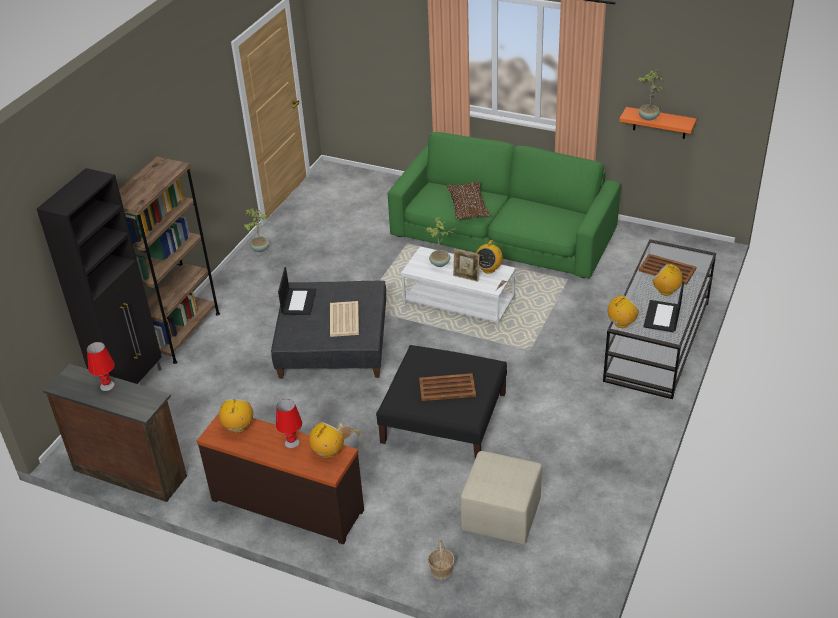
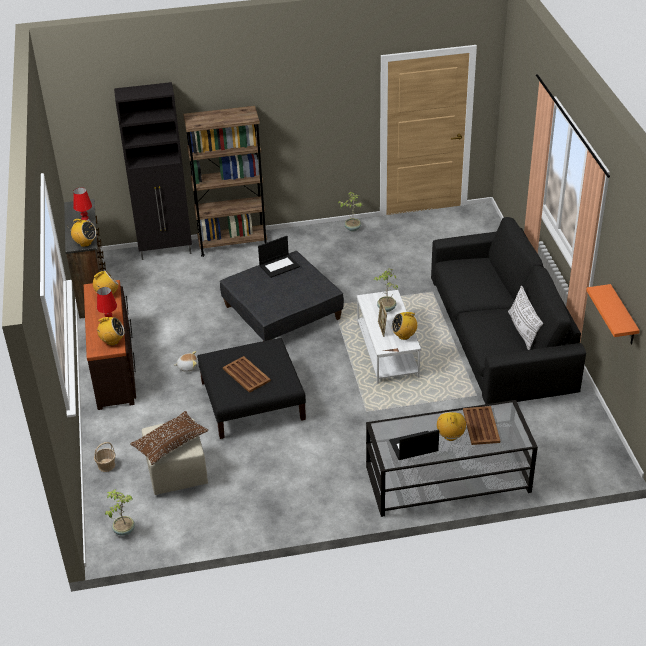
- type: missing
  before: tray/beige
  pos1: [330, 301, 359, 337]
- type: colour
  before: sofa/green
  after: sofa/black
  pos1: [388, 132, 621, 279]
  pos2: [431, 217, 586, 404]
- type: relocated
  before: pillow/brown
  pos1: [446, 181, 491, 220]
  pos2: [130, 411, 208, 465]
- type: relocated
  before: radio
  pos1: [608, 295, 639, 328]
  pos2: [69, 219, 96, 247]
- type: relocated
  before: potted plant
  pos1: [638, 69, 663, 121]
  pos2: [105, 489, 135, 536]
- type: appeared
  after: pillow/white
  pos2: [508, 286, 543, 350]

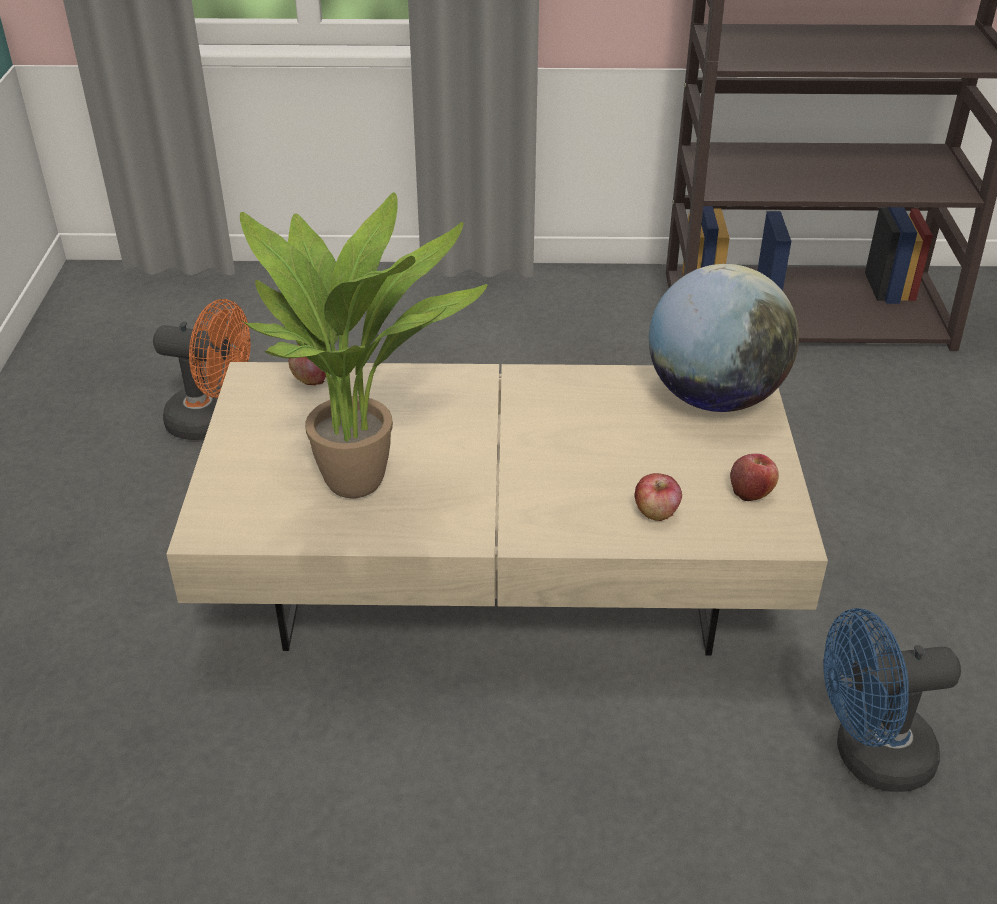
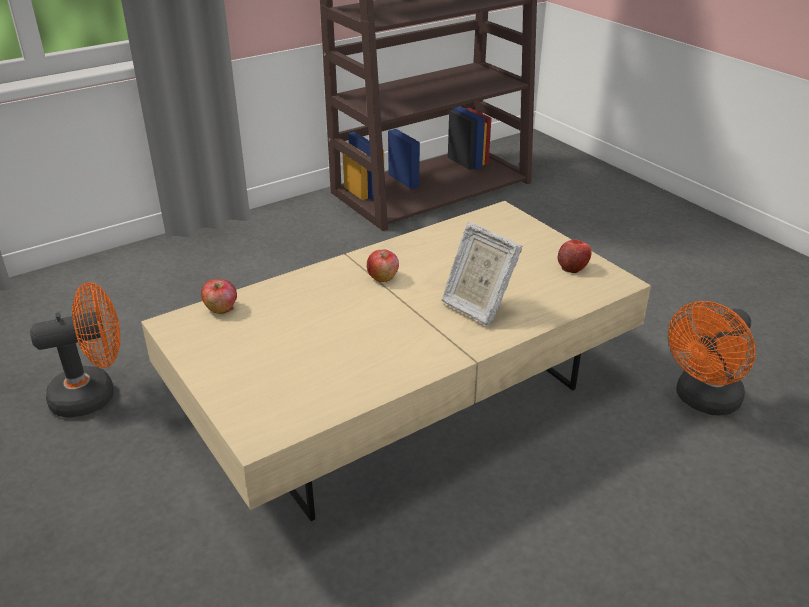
- type: missing
  before: potted plant
  pos1: [240, 192, 488, 498]
- type: relocated
  before: apple
  pos1: [634, 473, 682, 521]
  pos2: [367, 249, 399, 282]
- type: missing
  before: globe
  pos1: [649, 264, 799, 412]
- type: colour
  before: fan/blue
  after: fan/orange
  pos1: [823, 608, 961, 792]
  pos2: [668, 301, 756, 416]
- type: appeared
  after: picture frame
  pos2: [442, 222, 522, 326]

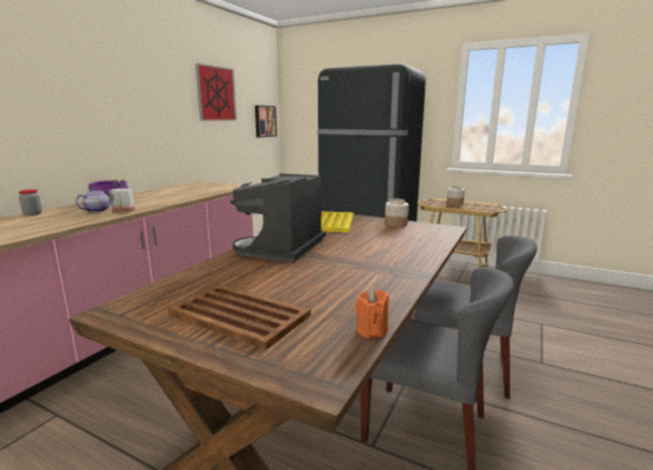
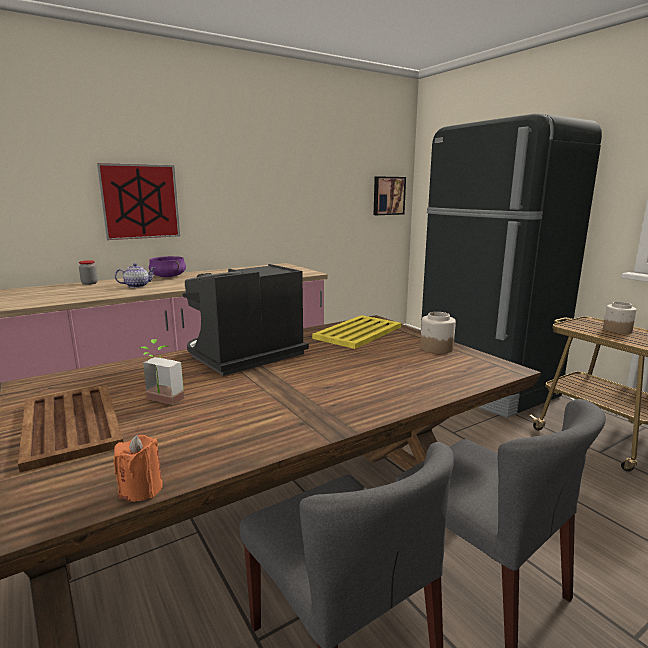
- type: relocated
  before: potted plant
  pos1: [109, 177, 135, 212]
  pos2: [140, 339, 184, 405]
- type: relocated
  before: picture
  pos1: [195, 63, 237, 121]
  pos2: [97, 163, 180, 240]

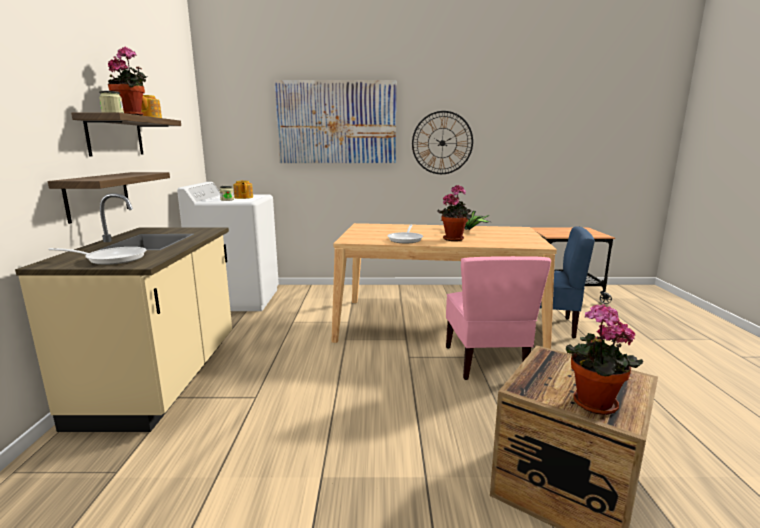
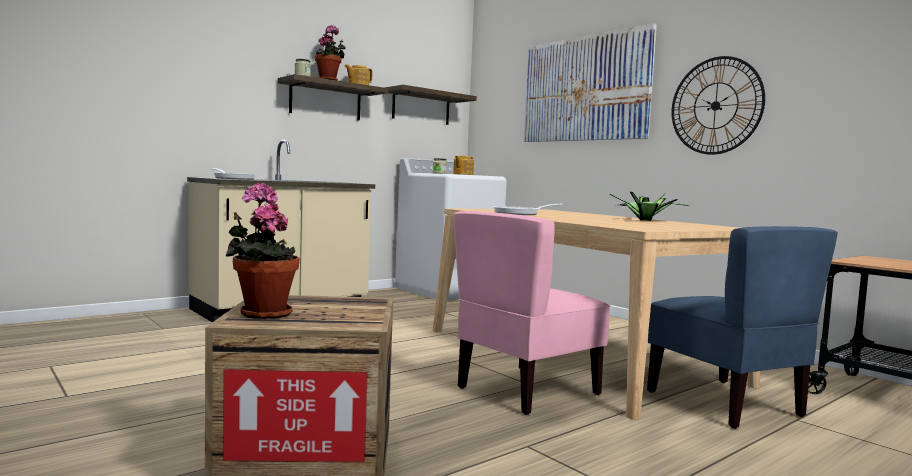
- type: relocated
  before: shelf
  pos1: [48, 172, 170, 224]
  pos2: [384, 85, 477, 125]
- type: missing
  before: potted plant
  pos1: [438, 185, 472, 241]

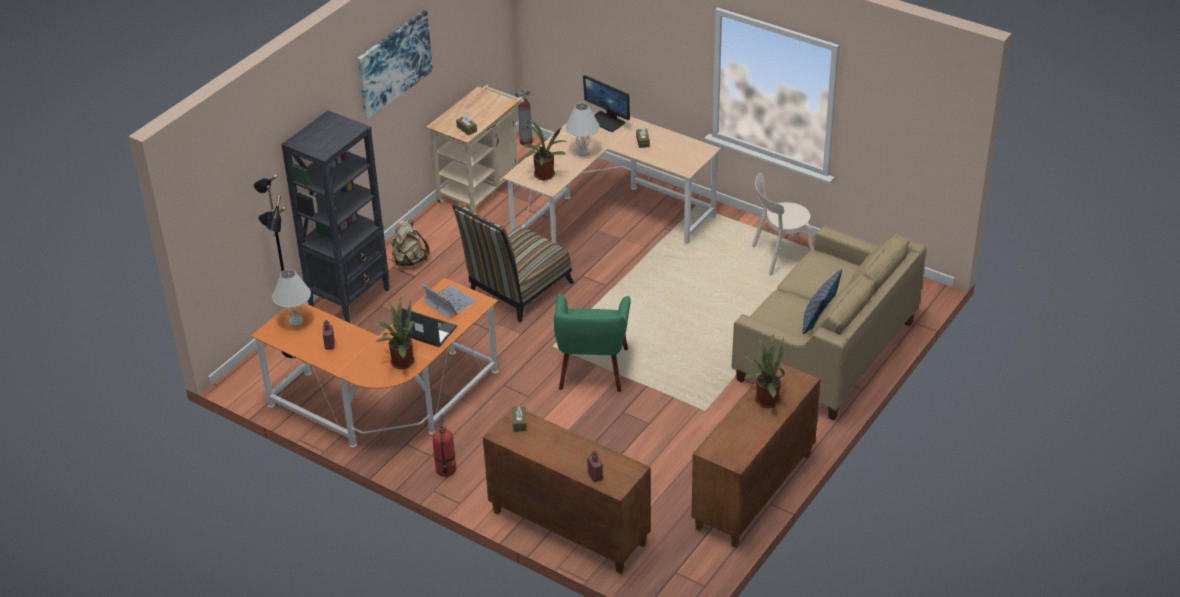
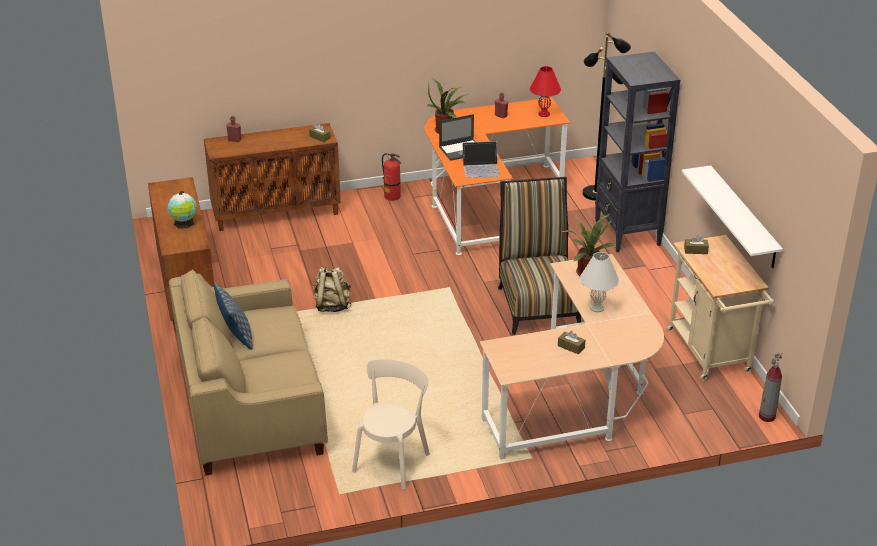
- type: colour
  before: table lamp/white
  after: table lamp/red
  pos1: [272, 269, 311, 326]
  pos2: [530, 66, 561, 117]
- type: missing
  before: picture
  pos1: [357, 10, 433, 120]
- type: relocated
  before: backpack/beige
  pos1: [391, 220, 430, 266]
  pos2: [313, 267, 351, 312]
- type: missing
  before: armchair/green
  pos1: [554, 294, 631, 392]
- type: missing
  before: monitor
  pos1: [583, 75, 630, 132]
- type: exchanged
  before: potted plant
  after: globe
  pos1: [742, 333, 785, 408]
  pos2: [168, 191, 197, 229]
- type: appeared
  after: shelf/white
  pos2: [682, 165, 783, 268]

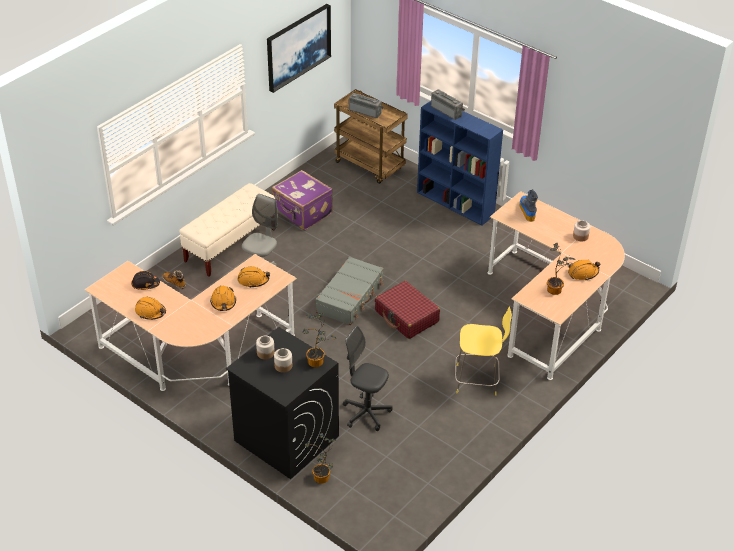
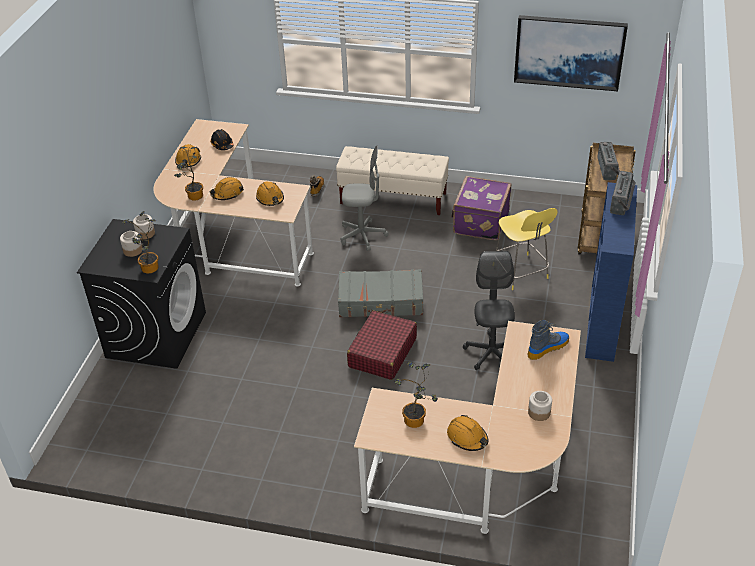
- type: relocated
  before: potted plant
  pos1: [305, 433, 336, 484]
  pos2: [174, 146, 203, 200]
- type: relocated
  before: office chair/grey
  pos1: [343, 326, 393, 431]
  pos2: [463, 251, 515, 370]
- type: relocated
  before: stool/yellow
  pos1: [455, 306, 512, 396]
  pos2: [496, 208, 558, 290]

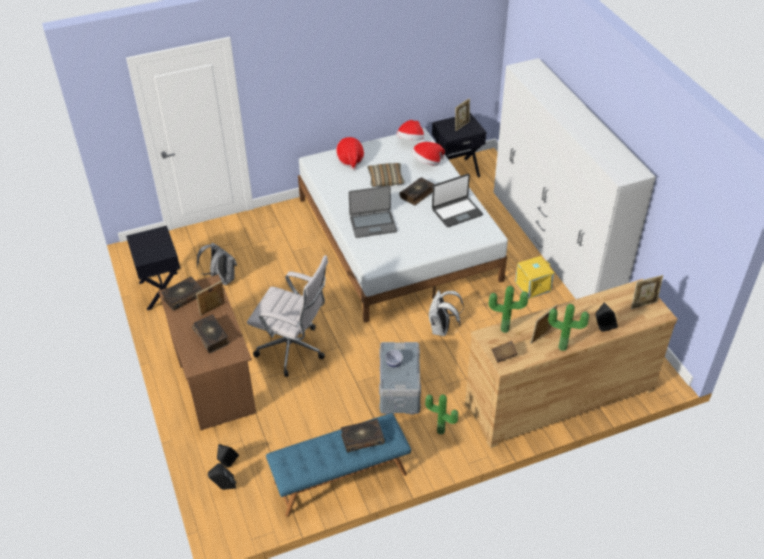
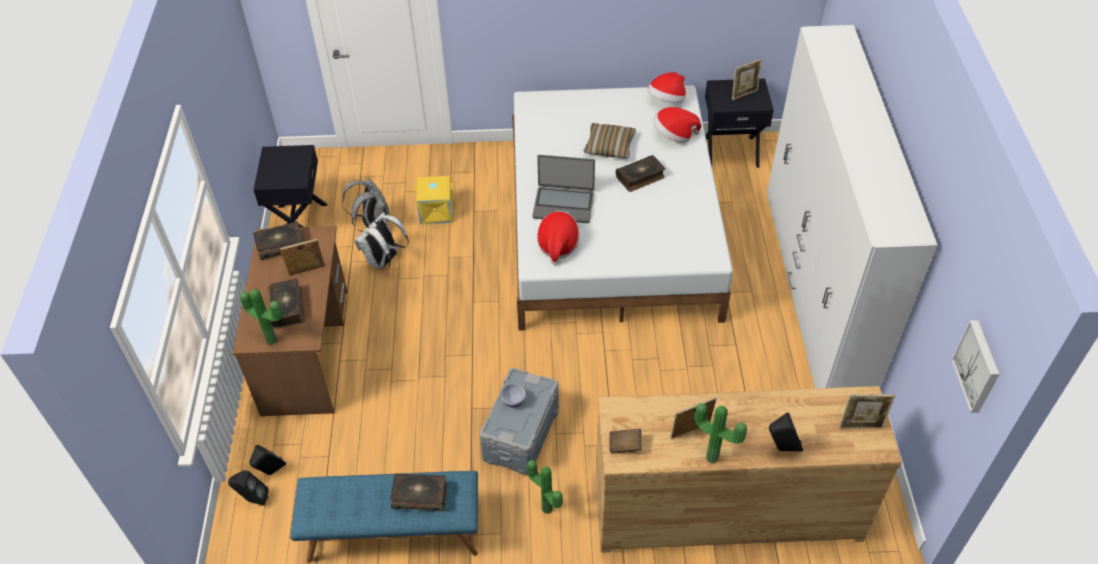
- type: missing
  before: office chair/white
  pos1: [247, 255, 328, 377]
- type: relocated
  before: hat
  pos1: [336, 137, 364, 170]
  pos2: [537, 211, 580, 265]
- type: relocated
  before: backpack/white
  pos1: [428, 290, 464, 336]
  pos2: [355, 212, 409, 269]
- type: missing
  before: laptop
  pos1: [432, 174, 483, 227]
- type: relocated
  before: potted plant
  pos1: [489, 286, 528, 333]
  pos2: [240, 289, 283, 345]
- type: relocated
  before: storage box/yellow
  pos1: [515, 256, 554, 299]
  pos2: [414, 176, 453, 224]
- type: appeared
  after: picture
  pos2: [952, 320, 999, 413]

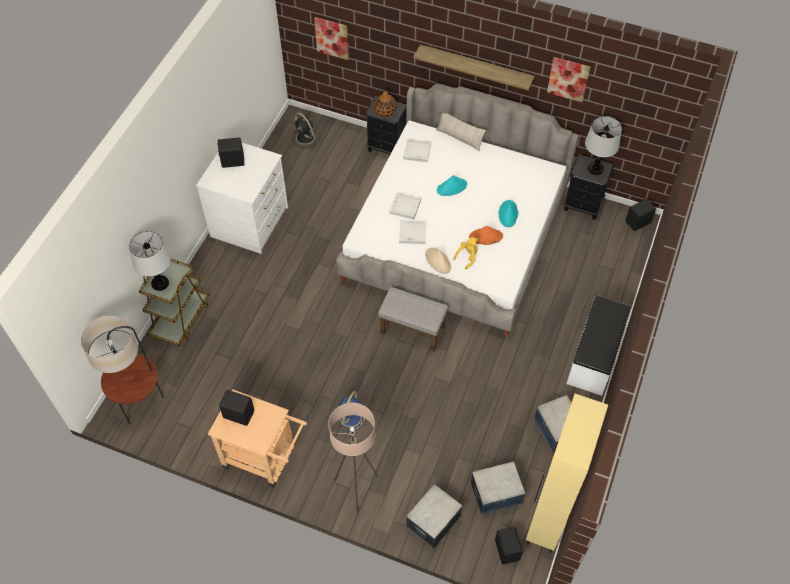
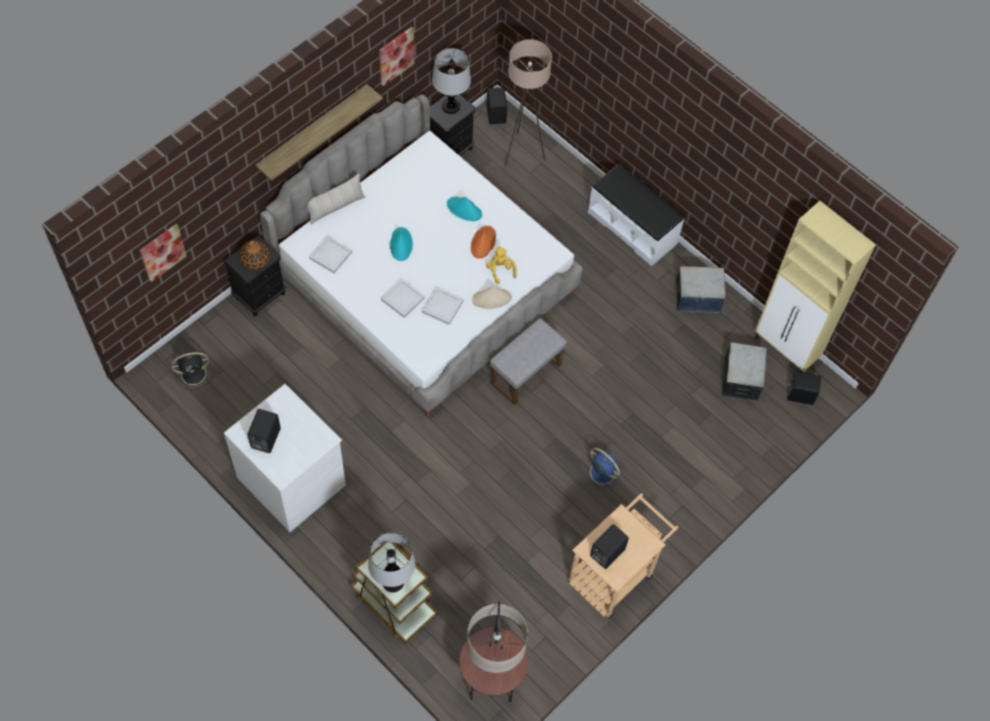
- type: relocated
  before: floor lamp/beige
  pos1: [328, 403, 378, 514]
  pos2: [505, 39, 552, 166]
- type: missing
  before: storage box
  pos1: [406, 484, 463, 549]

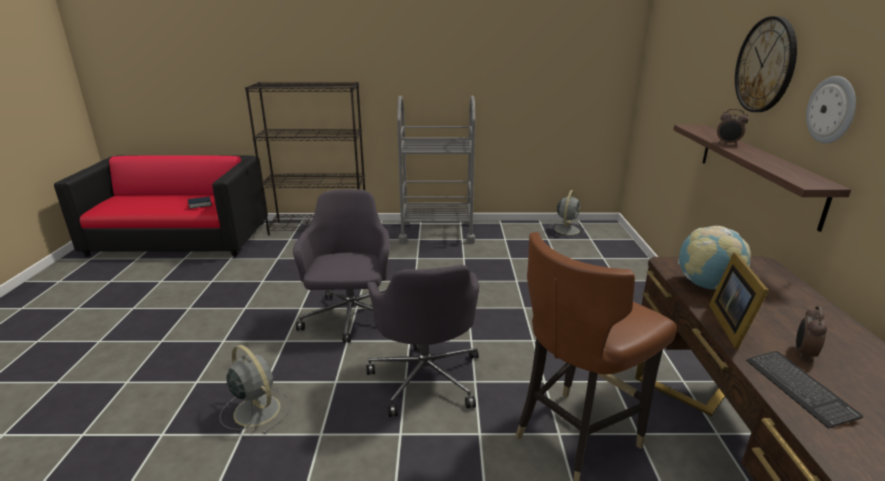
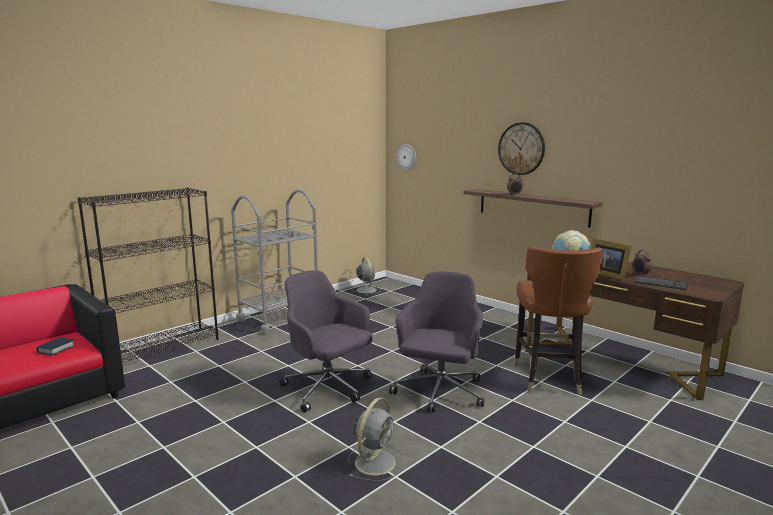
- type: spun
  before: fan/grey
  pos1: [220, 345, 291, 435]
  pos2: [348, 398, 405, 481]
  turn: 120
- type: spun
  before: office chair/grey
  pos1: [366, 265, 479, 417]
  pos2: [389, 271, 484, 412]
  turn: -105
- type: relocated
  before: wall clock
  pos1: [806, 76, 856, 144]
  pos2: [397, 144, 416, 170]

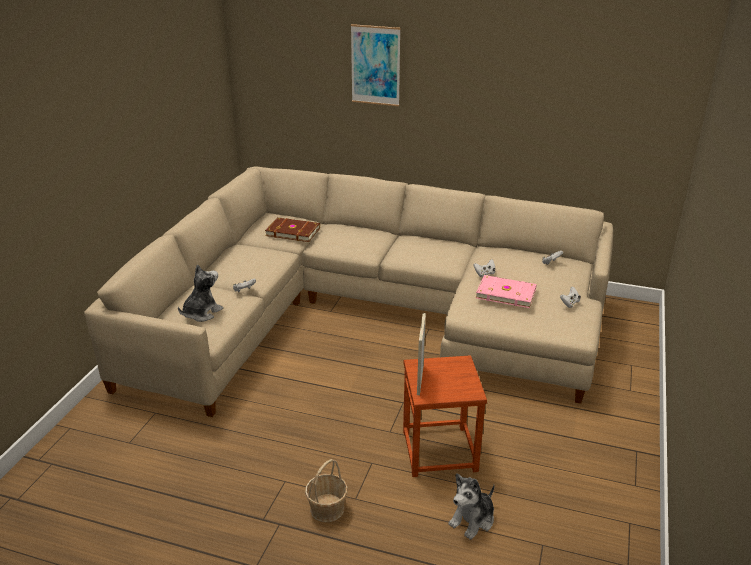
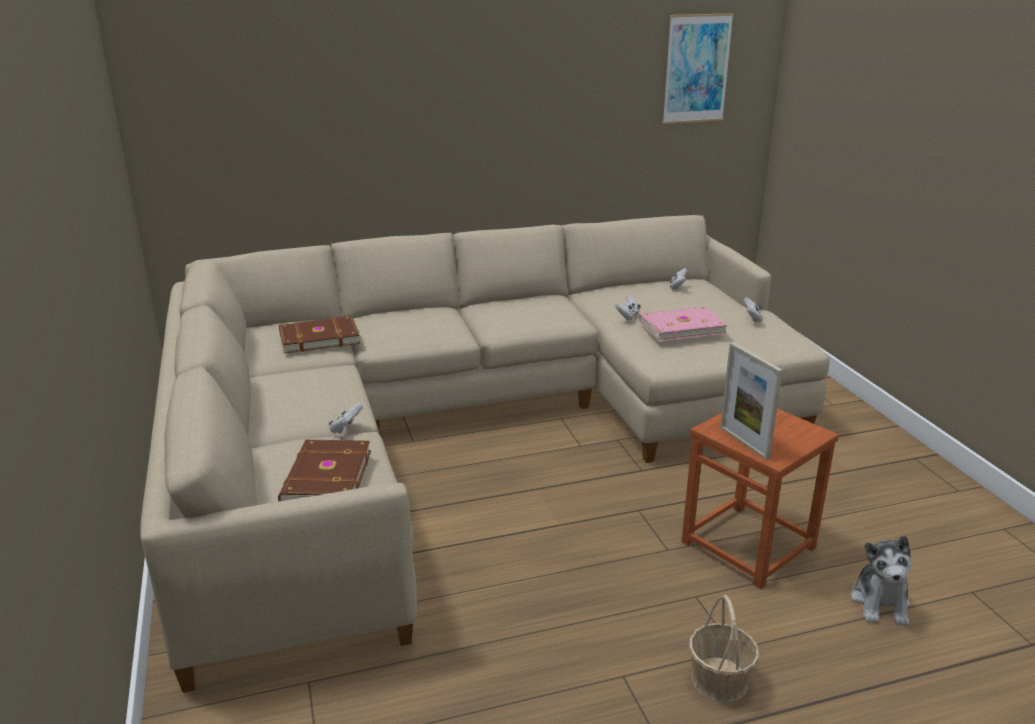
- type: exchanged
  before: plush toy
  after: book/brown
  pos1: [178, 264, 223, 322]
  pos2: [278, 440, 371, 501]
- type: relocated
  before: picture
  pos1: [351, 24, 401, 106]
  pos2: [663, 13, 734, 124]

